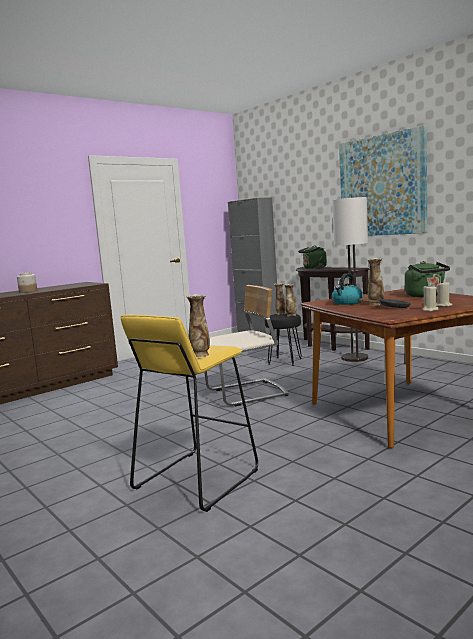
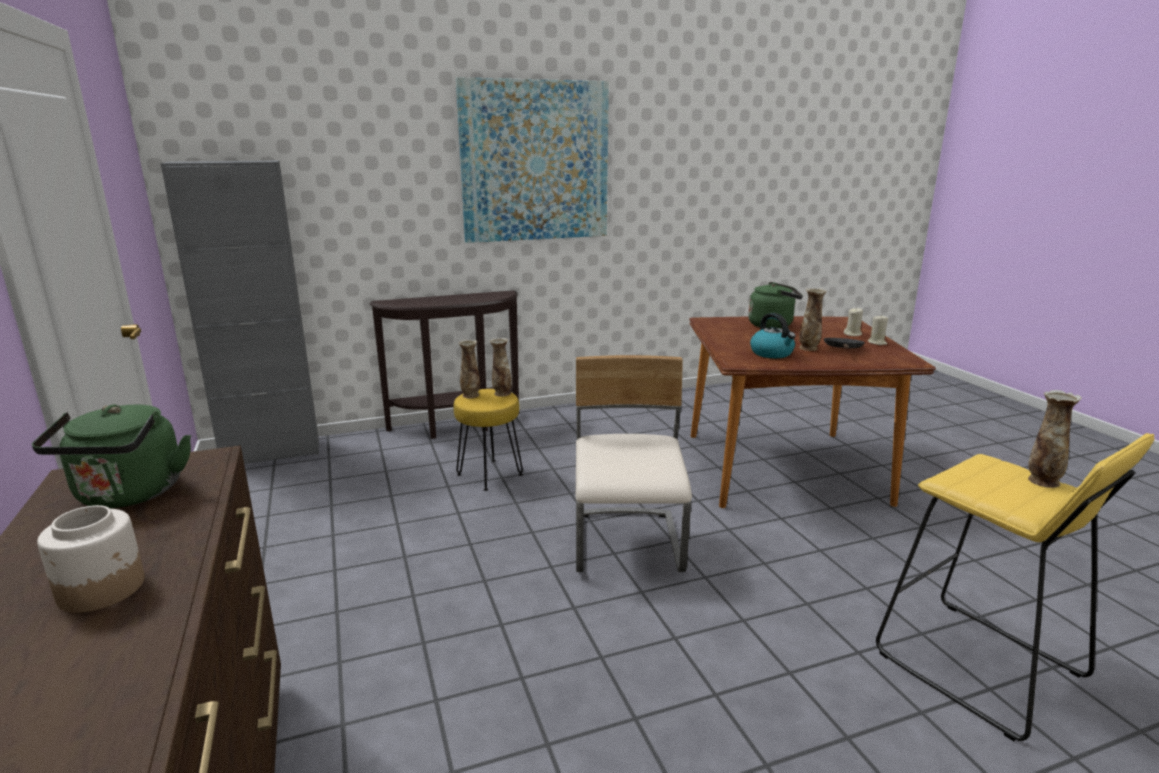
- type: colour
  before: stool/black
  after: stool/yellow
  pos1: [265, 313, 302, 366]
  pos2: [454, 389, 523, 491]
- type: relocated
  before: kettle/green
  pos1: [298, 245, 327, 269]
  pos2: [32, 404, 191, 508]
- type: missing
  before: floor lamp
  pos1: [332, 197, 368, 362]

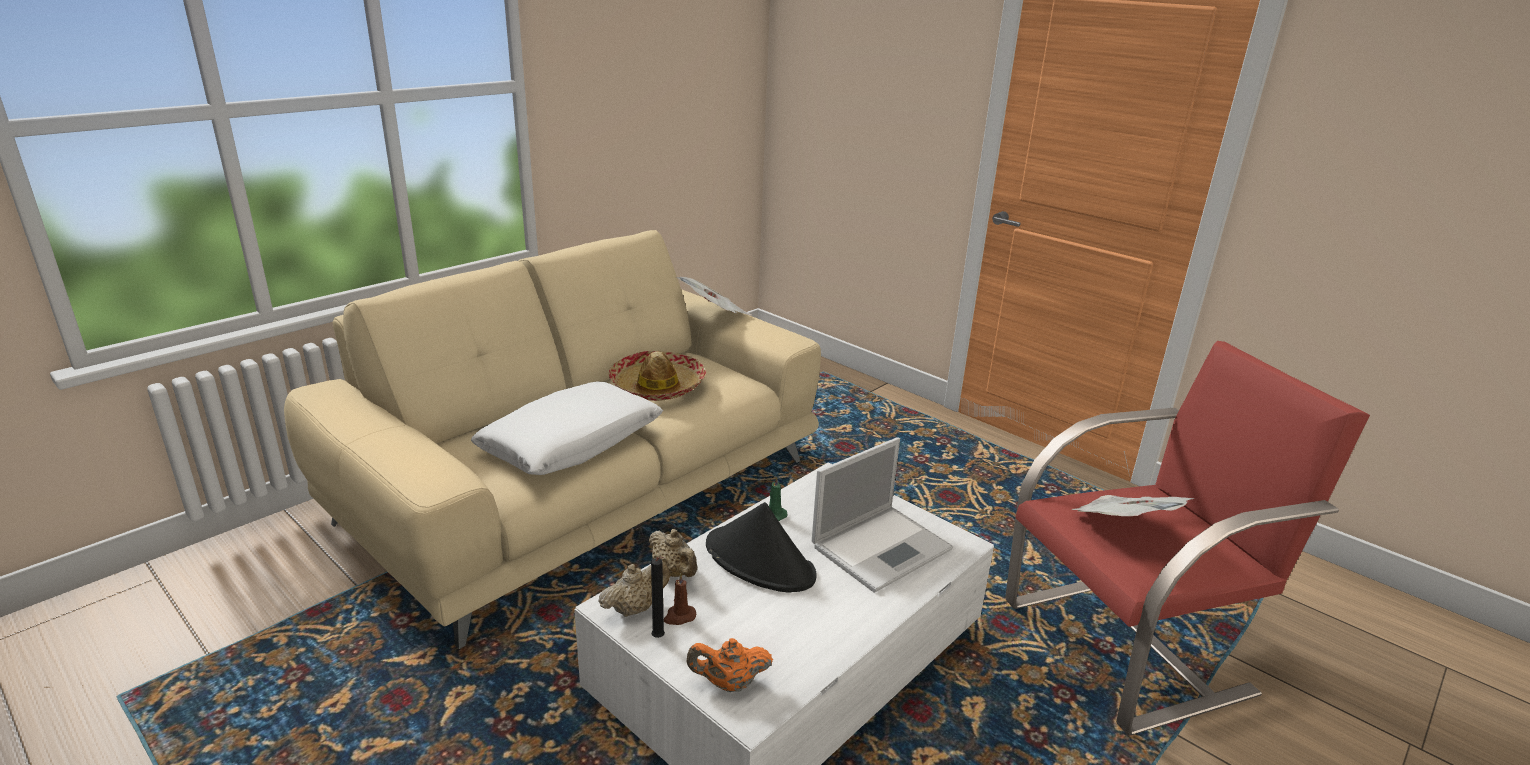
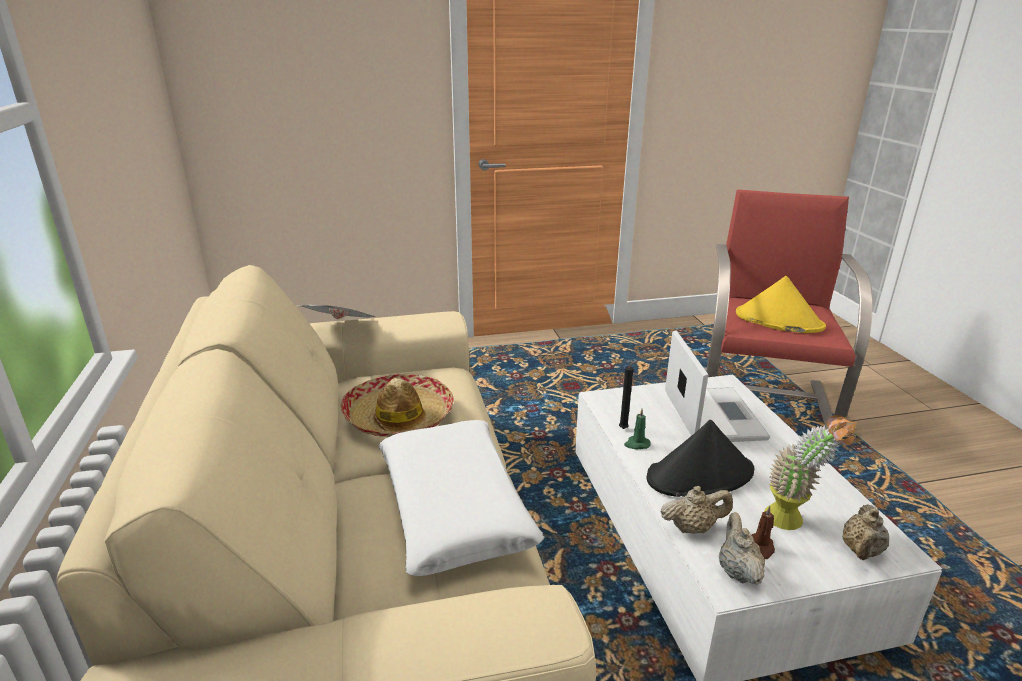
- type: relocated
  before: candle/black
  pos1: [651, 556, 665, 638]
  pos2: [619, 360, 638, 429]
- type: colour
  before: teapot/orange
  after: teapot/beige
  pos1: [686, 638, 773, 692]
  pos2: [842, 504, 889, 560]
- type: exchanged
  before: newspaper
  after: hat/yellow
  pos1: [1071, 495, 1194, 516]
  pos2: [736, 276, 826, 333]
- type: appeared
  after: potted plant
  pos2: [764, 415, 857, 530]

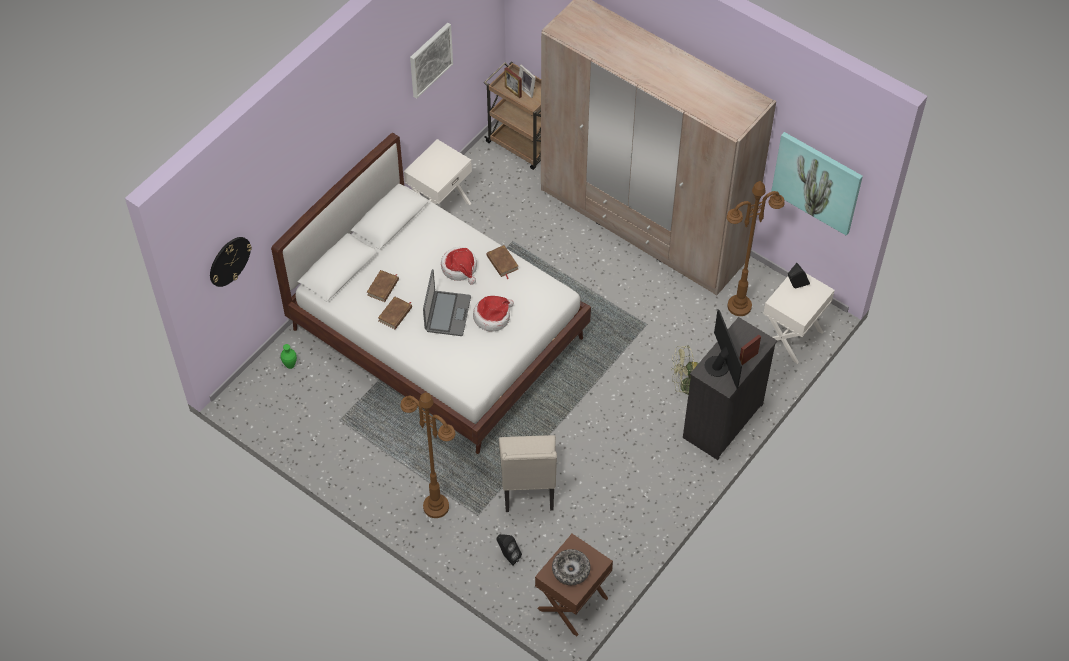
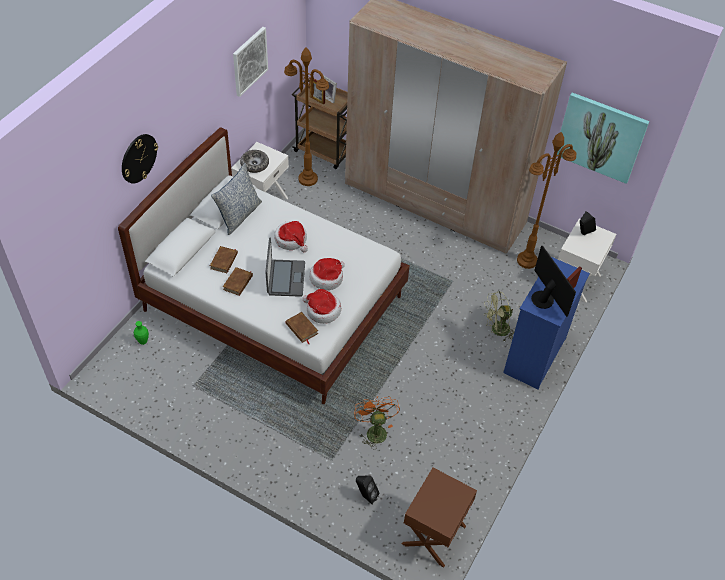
- type: relocated
  before: wall clock
  pos1: [210, 237, 252, 287]
  pos2: [122, 134, 158, 184]
- type: relocated
  before: floor lamp/brown
  pos1: [400, 393, 455, 518]
  pos2: [284, 47, 329, 186]
- type: relocated
  before: book/brown
  pos1: [486, 245, 518, 279]
  pos2: [285, 312, 318, 345]
- type: exchanged
  before: chair/beige
  after: fan/orange
  pos1: [499, 435, 557, 512]
  pos2: [354, 396, 400, 448]
- type: relocated
  before: bowl
  pos1: [552, 549, 591, 585]
  pos2: [240, 150, 269, 173]
- type: colour
  before: dresser/black
  after: dresser/blue
  pos1: [683, 317, 777, 460]
  pos2: [503, 257, 590, 389]
- type: appeared
  after: pillow
  pos2: [211, 163, 262, 235]
- type: appeared
  after: hat
  pos2: [302, 289, 341, 324]

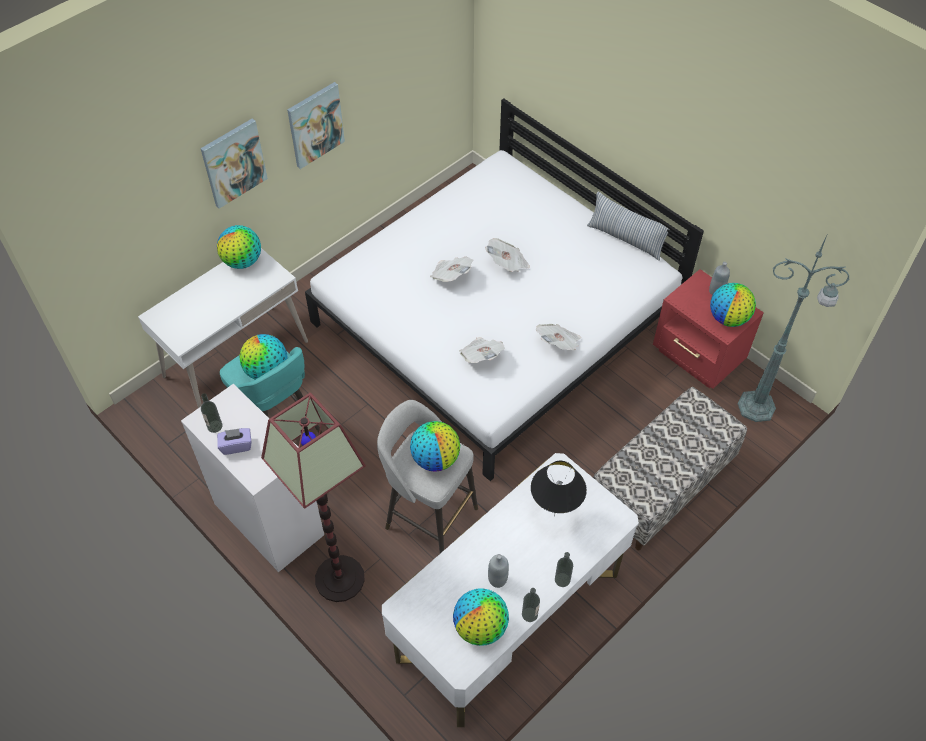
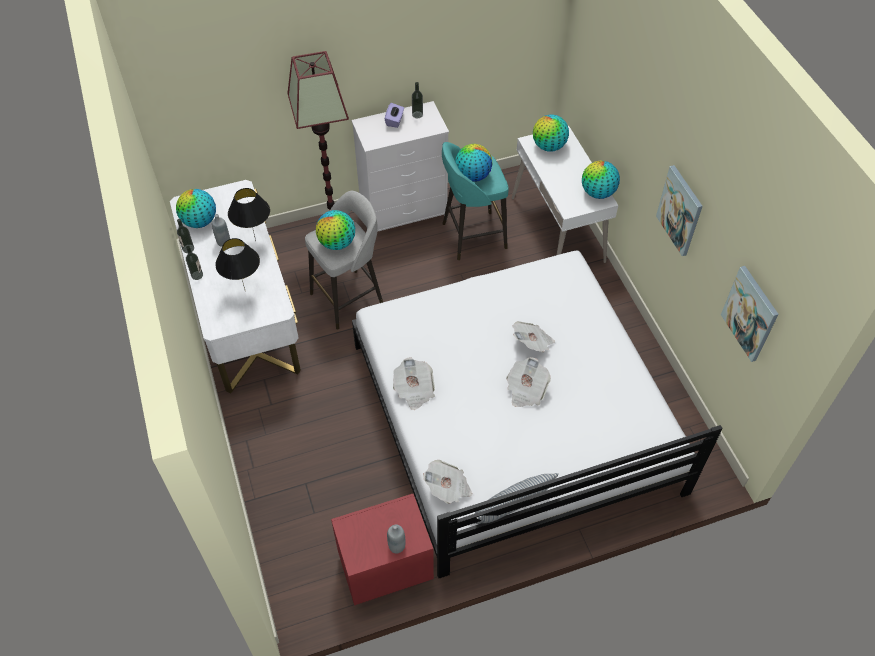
- type: relocated
  before: picture
  pos1: [200, 118, 268, 209]
  pos2: [721, 266, 779, 362]
- type: relocated
  before: newspaper
  pos1: [459, 337, 505, 363]
  pos2: [423, 460, 473, 504]
- type: missing
  before: bench
  pos1: [593, 387, 747, 550]
- type: relocated
  before: globe
  pos1: [710, 283, 756, 327]
  pos2: [533, 115, 569, 152]
- type: missing
  before: floor lamp/green
  pos1: [738, 233, 850, 422]
- type: appeared
  after: table lamp/black
  pos2: [228, 188, 270, 241]

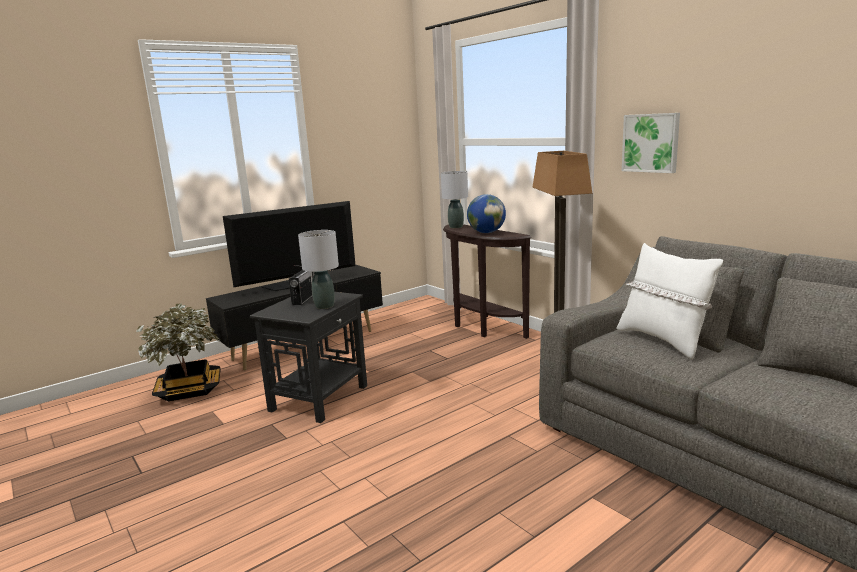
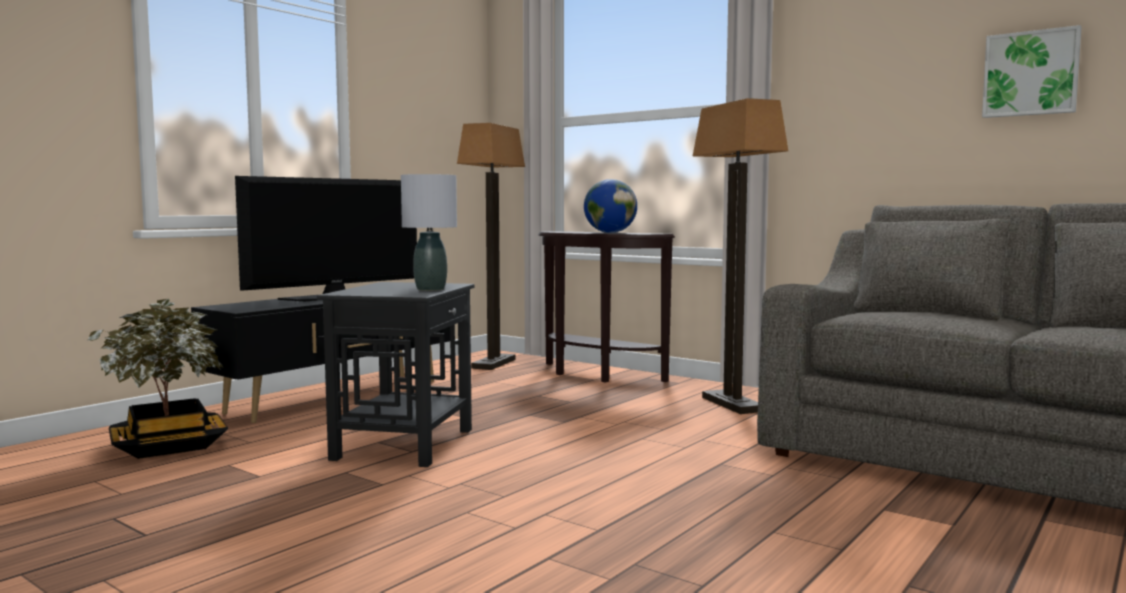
- type: missing
  before: radio
  pos1: [289, 265, 314, 305]
- type: missing
  before: table lamp/grey
  pos1: [441, 171, 468, 228]
- type: missing
  before: pillow/white
  pos1: [617, 243, 723, 359]
- type: relocated
  before: picture
  pos1: [622, 113, 680, 173]
  pos2: [982, 25, 1082, 118]
- type: appeared
  after: floor lamp
  pos2: [457, 123, 525, 370]

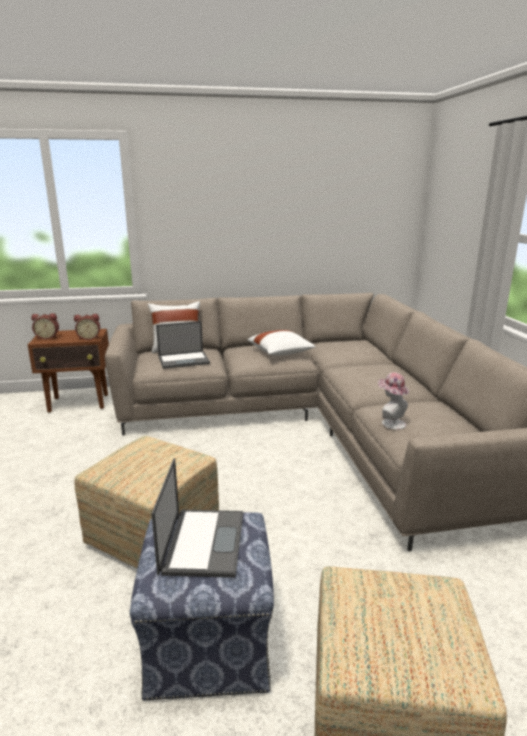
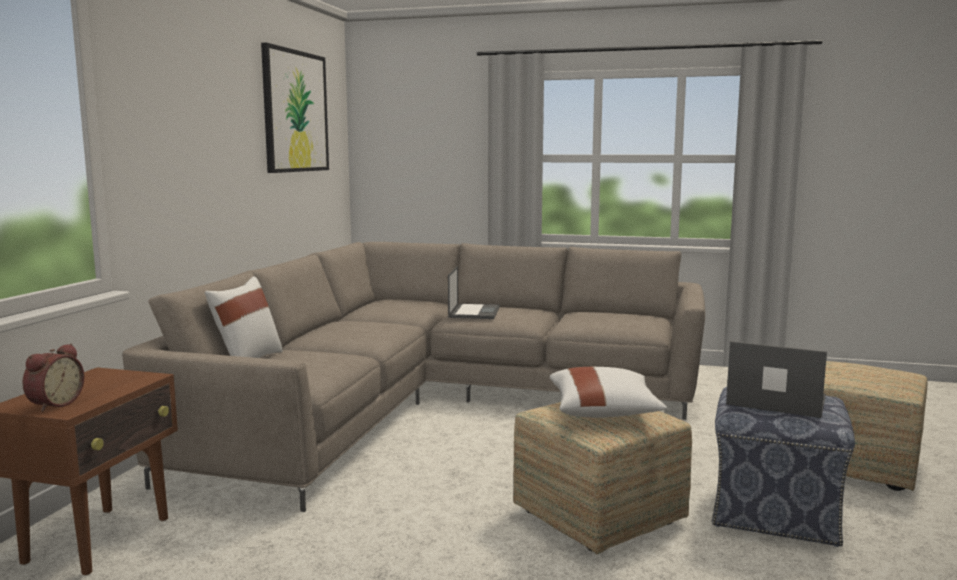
- type: missing
  before: alarm clock
  pos1: [74, 314, 100, 340]
- type: relocated
  before: laptop
  pos1: [156, 321, 210, 369]
  pos2: [448, 266, 500, 319]
- type: relocated
  before: pillow/white
  pos1: [248, 330, 316, 356]
  pos2: [550, 367, 667, 418]
- type: missing
  before: hat
  pos1: [378, 372, 409, 430]
- type: appeared
  after: picture
  pos2: [261, 43, 329, 173]

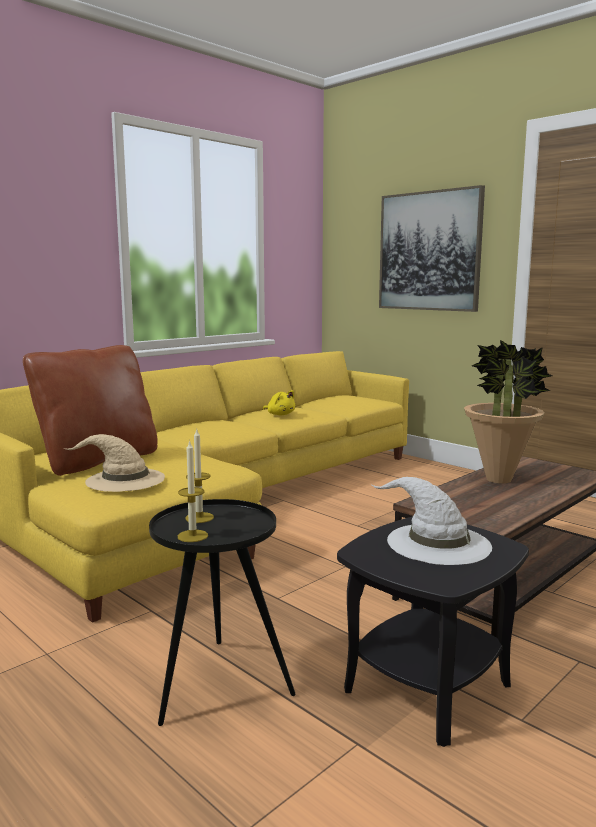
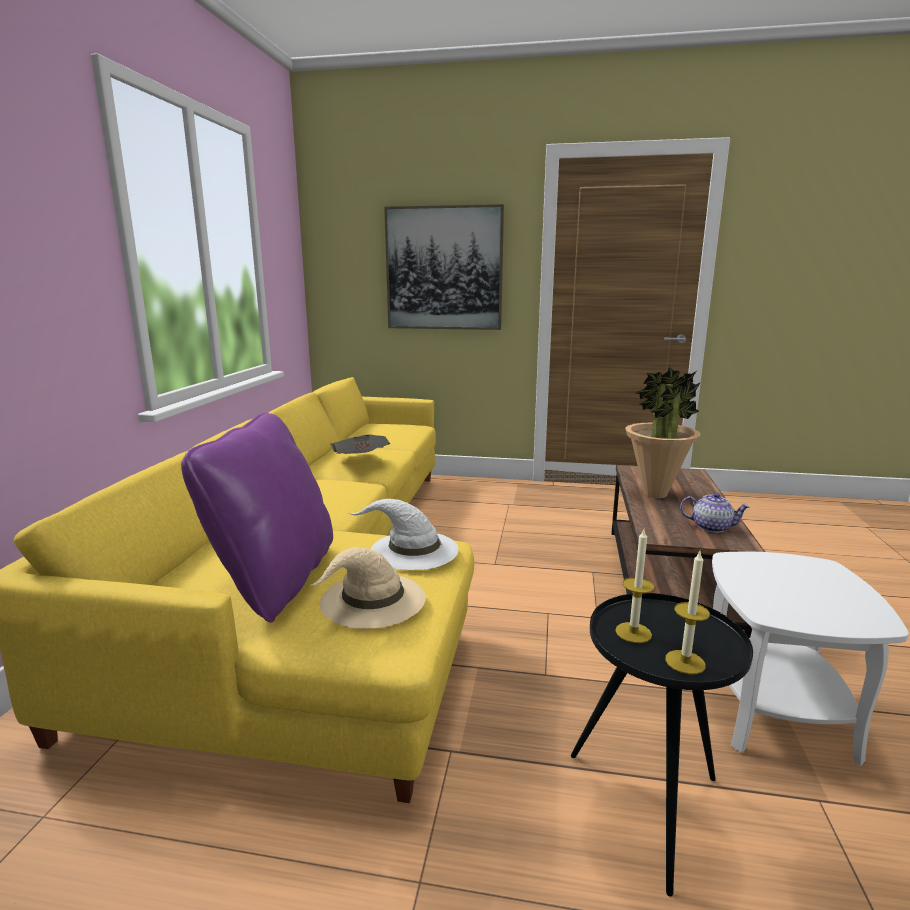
- type: colour
  before: pillow/brown
  after: pillow/purple
  pos1: [23, 345, 158, 476]
  pos2: [181, 412, 333, 623]
- type: exchanged
  before: plush toy/yellow
  after: newspaper
  pos1: [263, 390, 295, 415]
  pos2: [330, 435, 390, 454]
- type: colour
  before: side table/black
  after: side table/white
  pos1: [337, 516, 529, 747]
  pos2: [712, 551, 909, 766]
- type: relocated
  before: hat/white
  pos1: [372, 477, 492, 565]
  pos2: [348, 499, 458, 570]
- type: appeared
  after: teapot
  pos2: [680, 492, 750, 533]

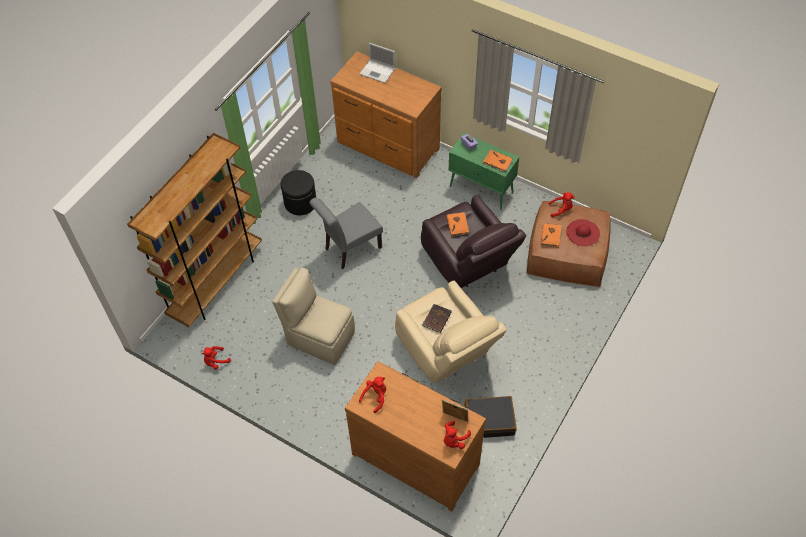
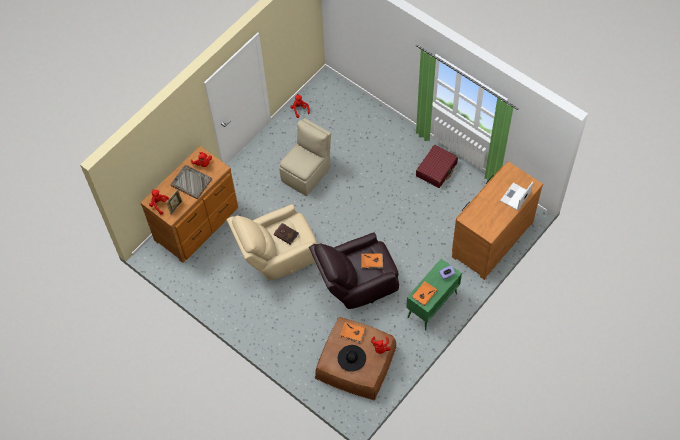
- type: missing
  before: bookcase/brown
  pos1: [127, 133, 262, 327]
- type: exchanged
  before: ottoman/black
  after: suitcase/red
  pos1: [281, 170, 316, 215]
  pos2: [416, 145, 458, 188]
- type: missing
  before: chair/grey
  pos1: [310, 198, 383, 269]
- type: missing
  before: suitcase/black
  pos1: [465, 396, 517, 438]
- type: colour
  before: hat/red
  after: hat/black
  pos1: [566, 219, 600, 246]
  pos2: [338, 345, 366, 372]
- type: appeared
  after: tray/grey
  pos2: [170, 165, 212, 199]

